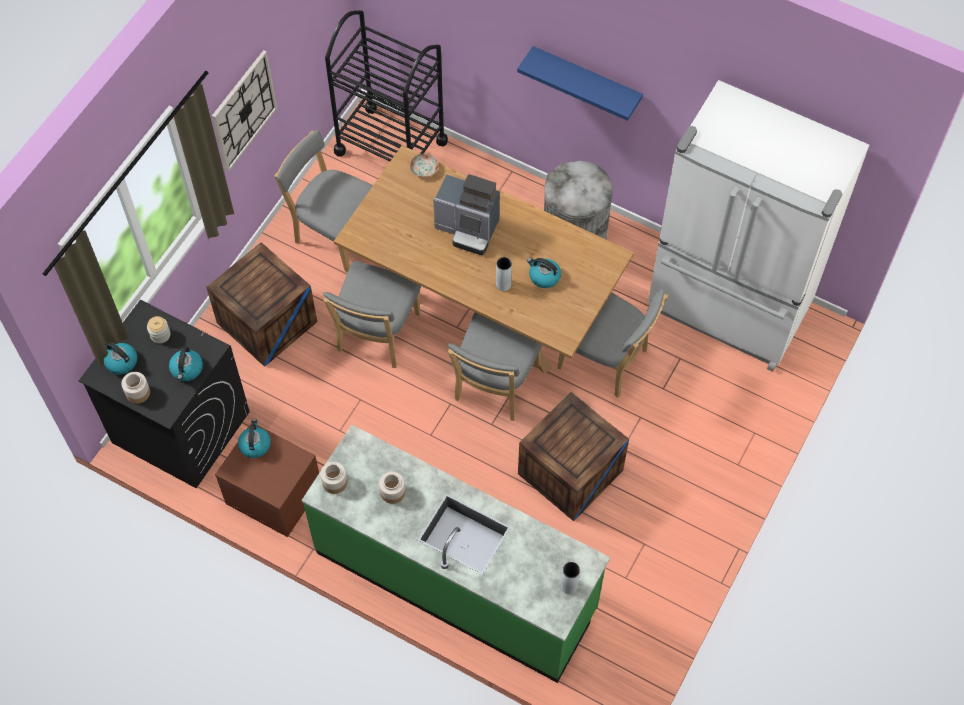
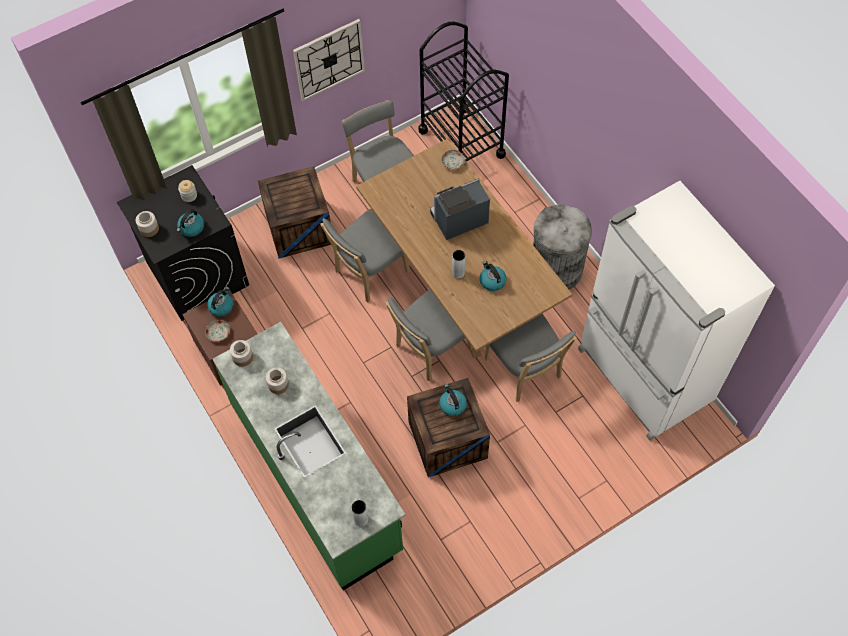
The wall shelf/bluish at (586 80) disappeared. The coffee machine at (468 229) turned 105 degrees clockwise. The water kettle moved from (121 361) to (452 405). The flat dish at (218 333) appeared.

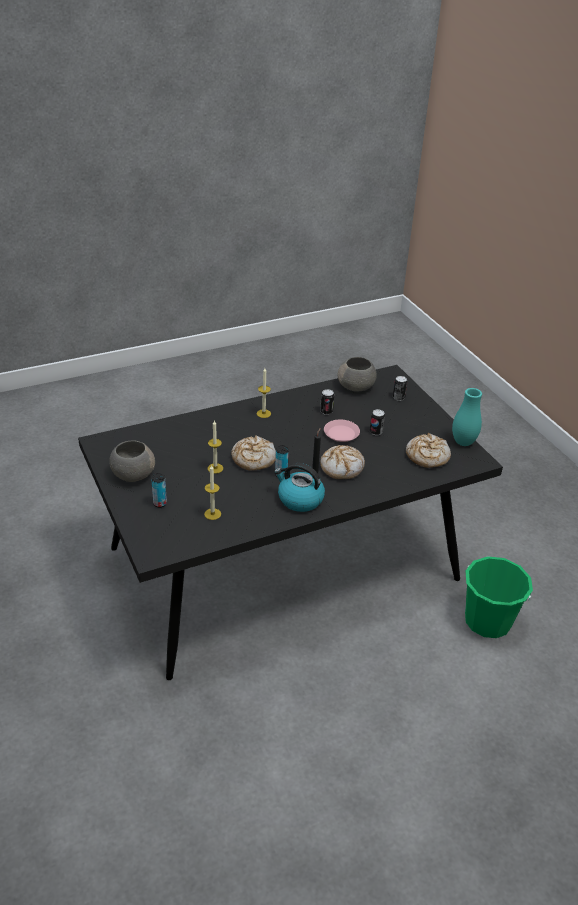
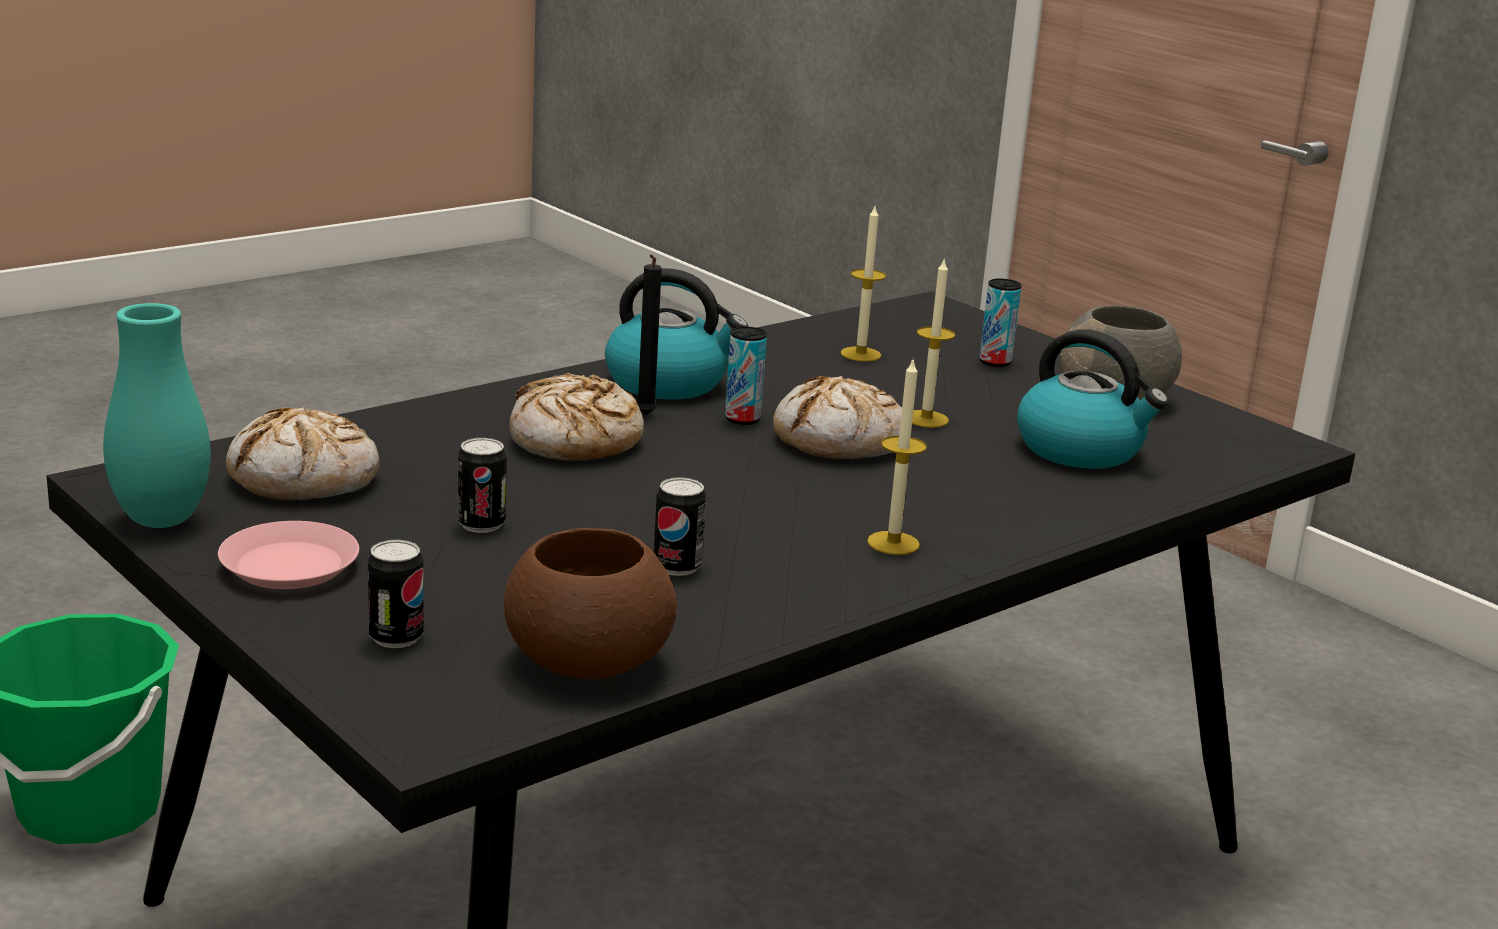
The bowl/grey at (356 387) became the bowl/brown-coloured at (585 661). The flat dish/pink moved from (341 433) to (290 566). The water kettle at (1081 450) appeared.

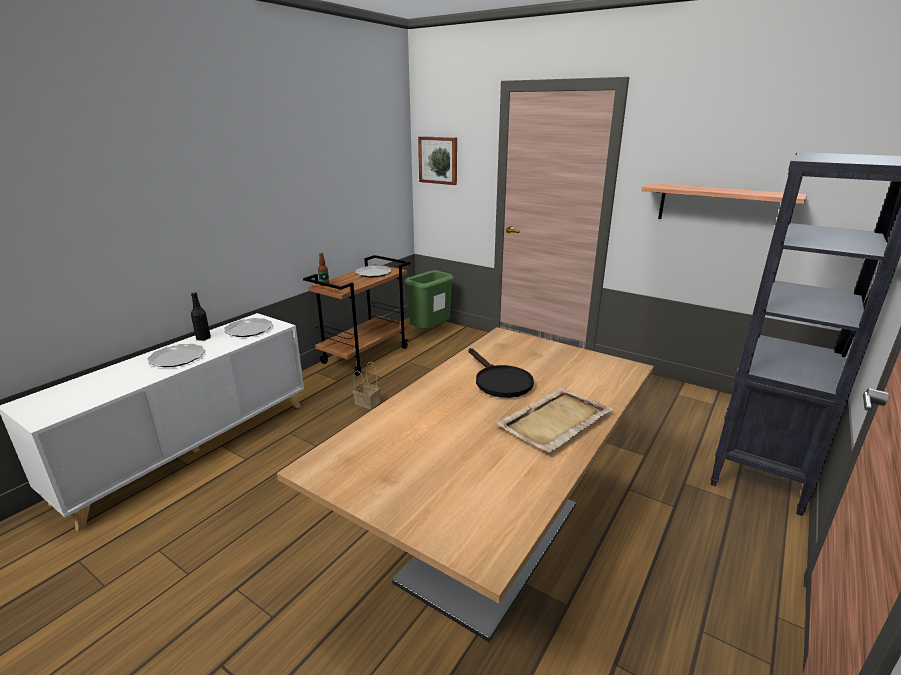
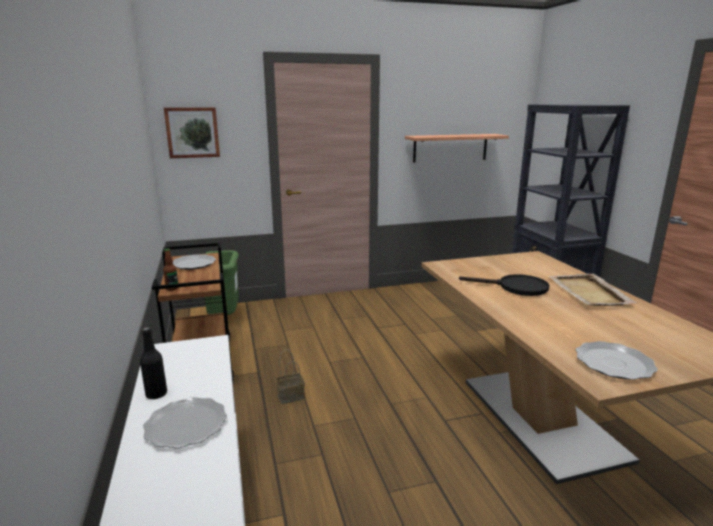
The flat dish moved from (248 329) to (613 363).

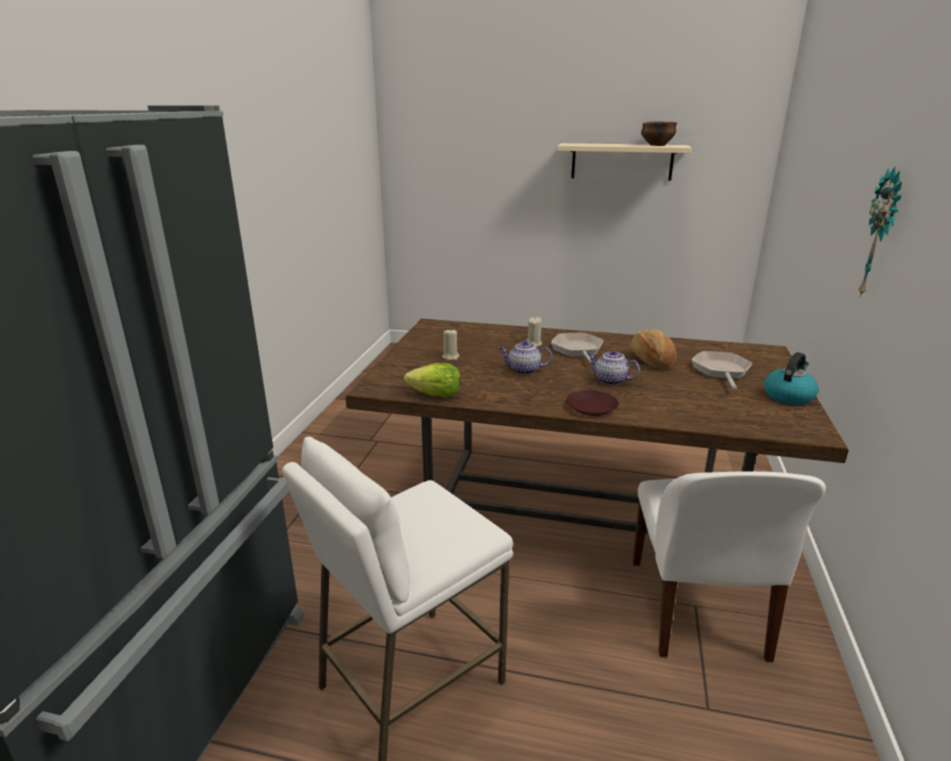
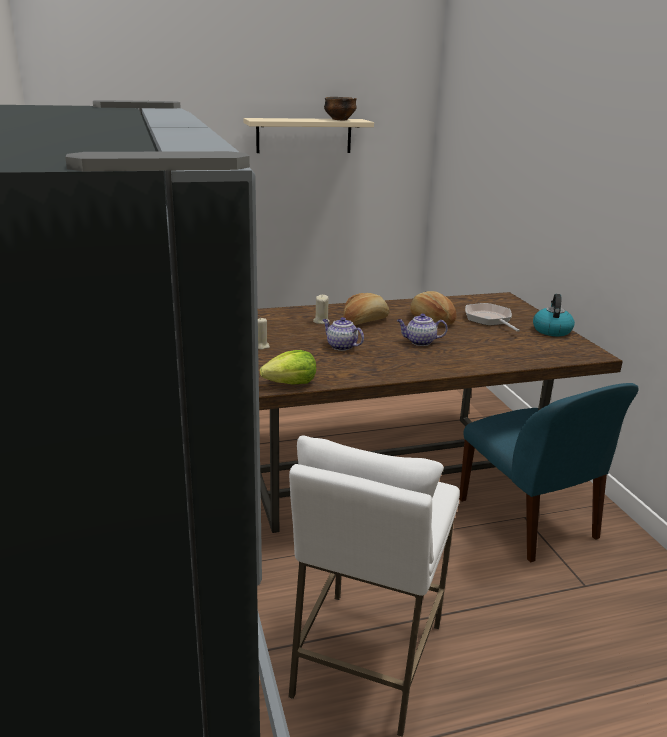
The hanging clock at (882 235) disappeared. The skillet at (577 350) was replaced by the bread at (365 321). The teapot at (523 370) turned 60 degrees clockwise. The flat dish/brown-coloured at (591 407) disappeared. The upright chair/whitish at (697 610) became the upright chair/bluish at (529 520).

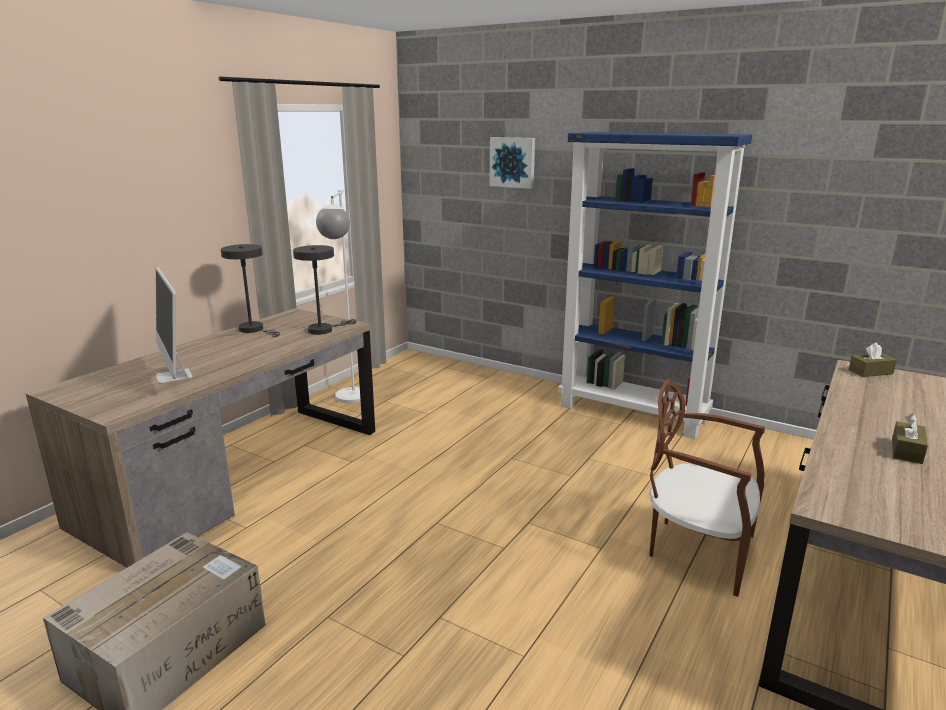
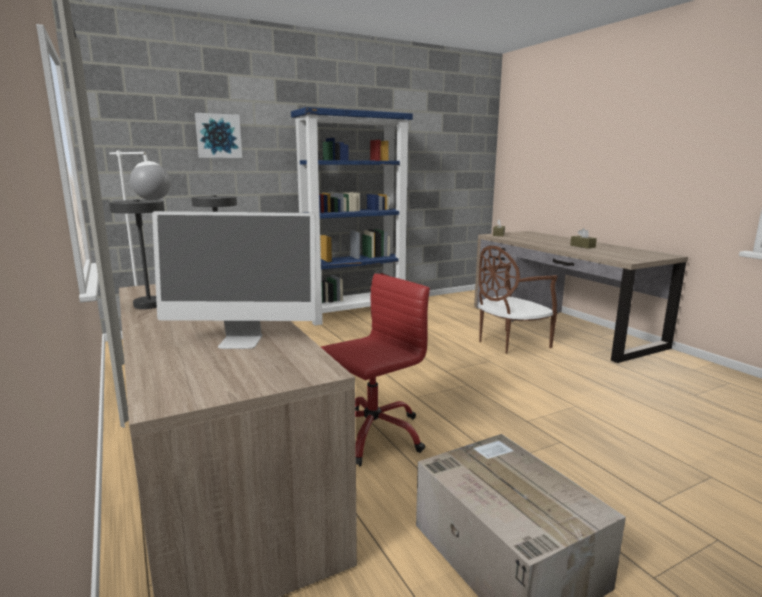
The computer chair/red-coloured at (372 434) appeared.

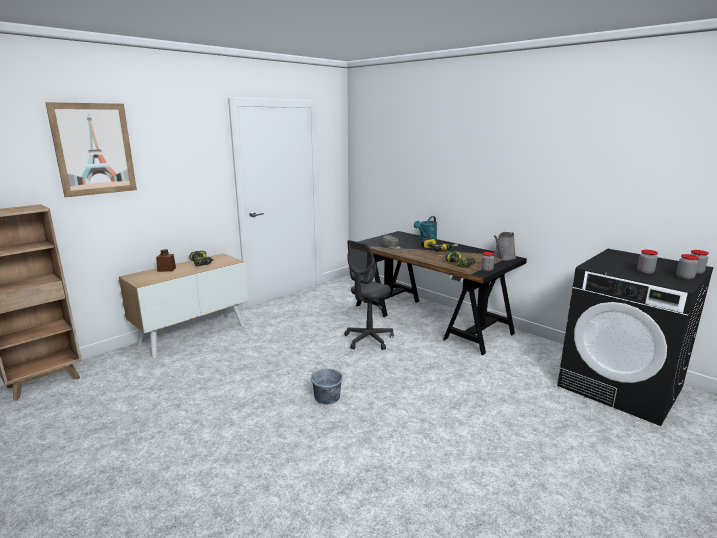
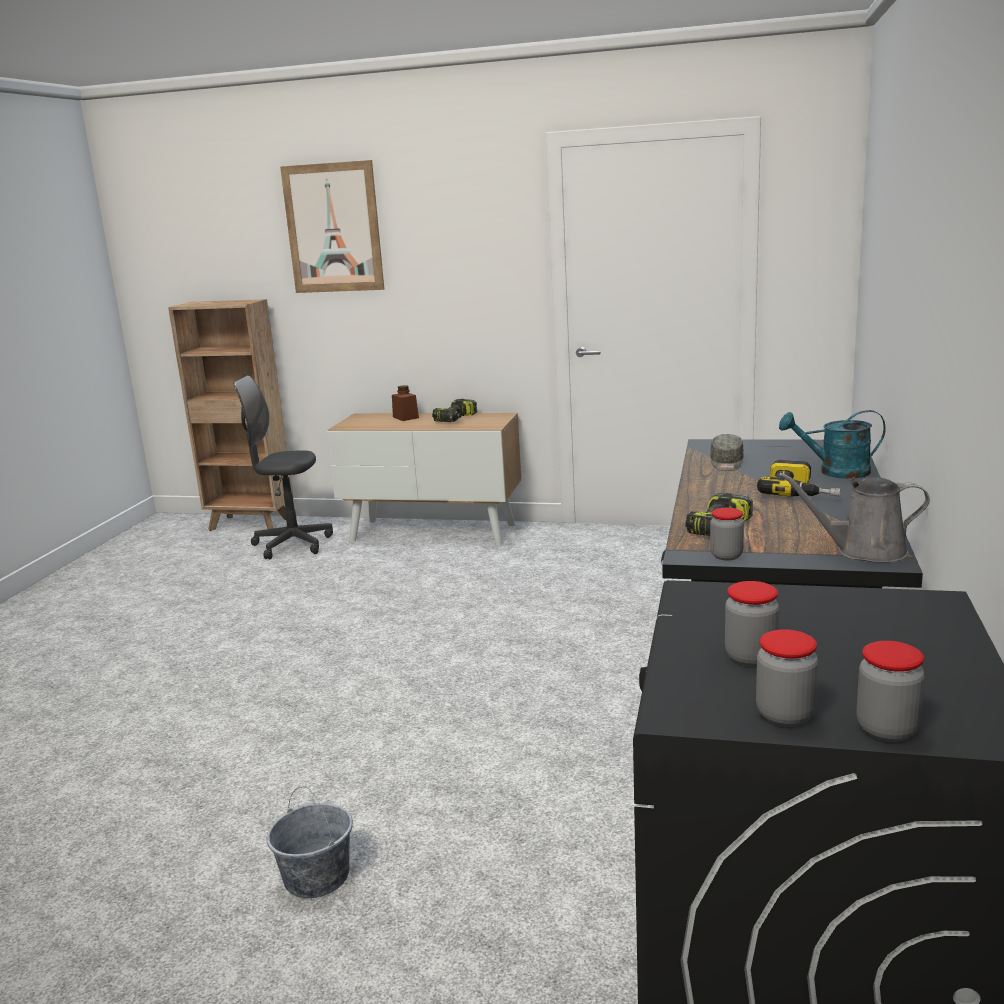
The computer chair/grey moved from (368 340) to (292 545). The pail/grey moved from (327 397) to (316 876).

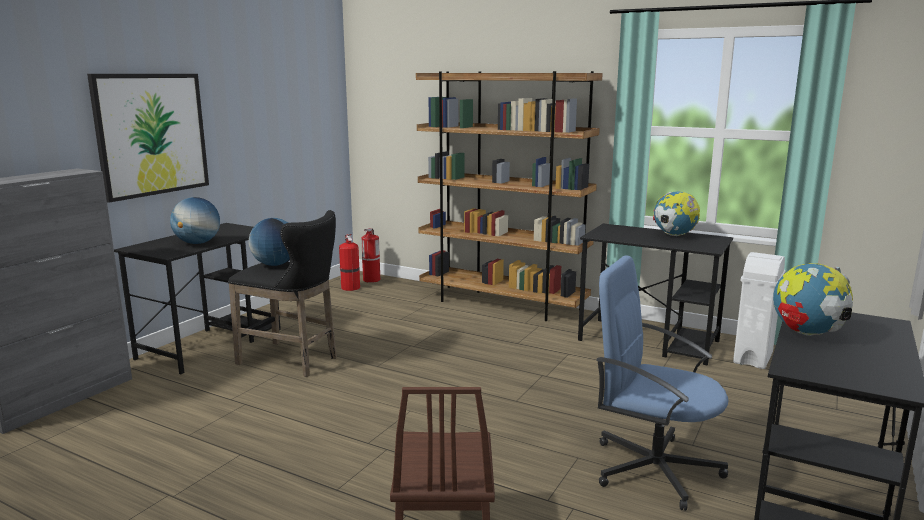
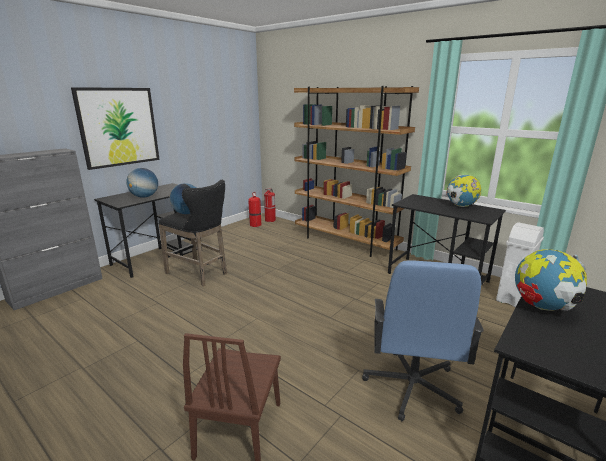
The computer chair/bluish at (653 468) turned 120 degrees counterclockwise.

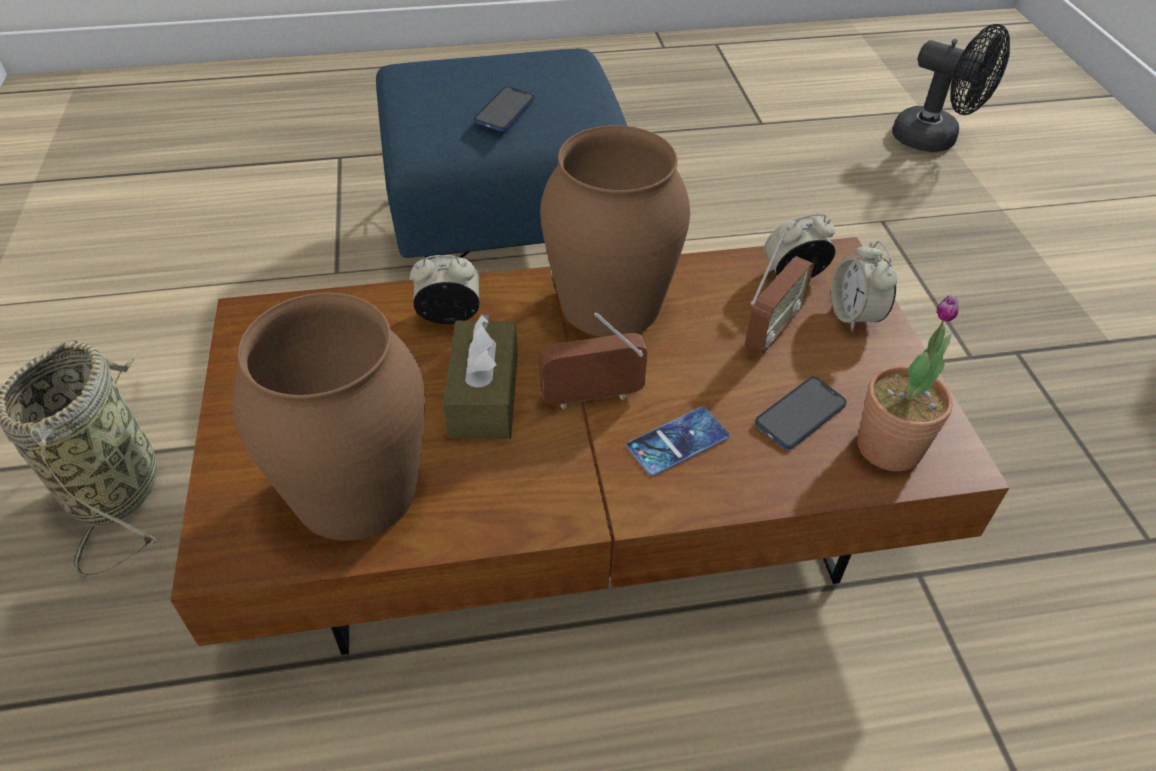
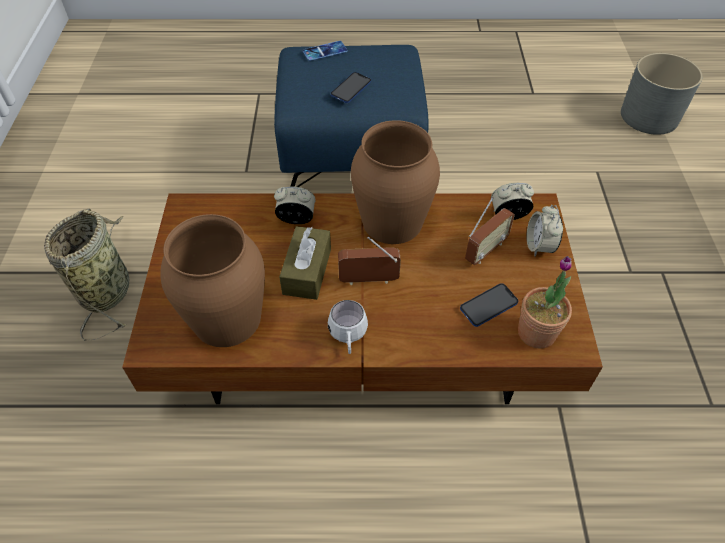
The fan/black-coloured at (935 140) was replaced by the planter/grey at (649 116). The phone moved from (678 441) to (325 51). The mug/whitish at (348 338) appeared.

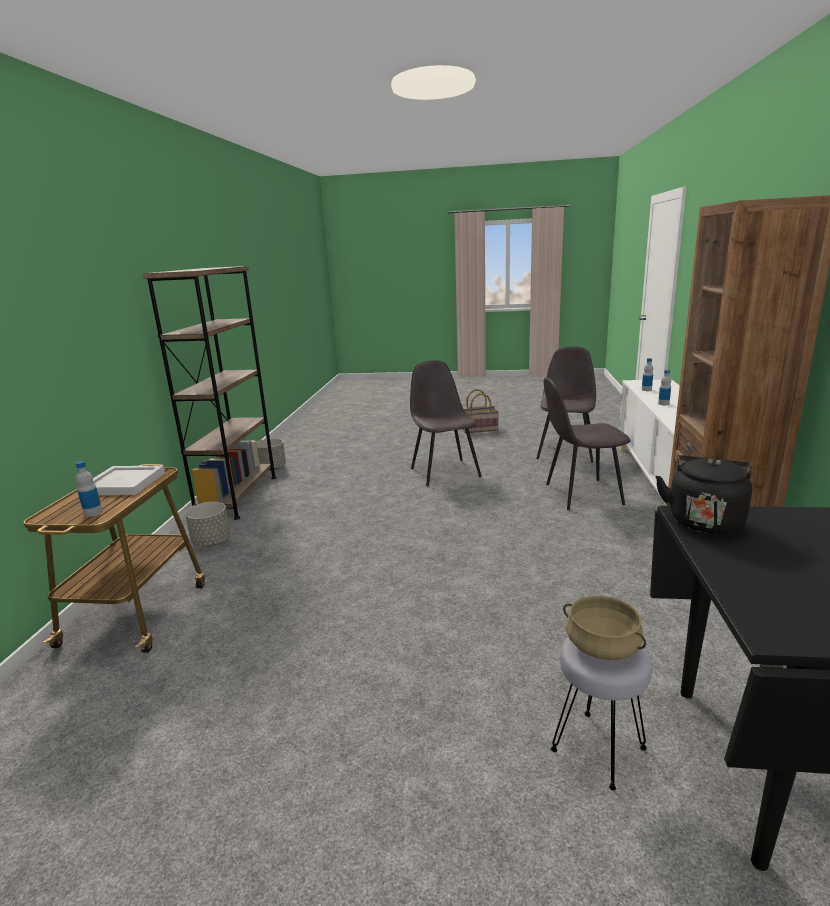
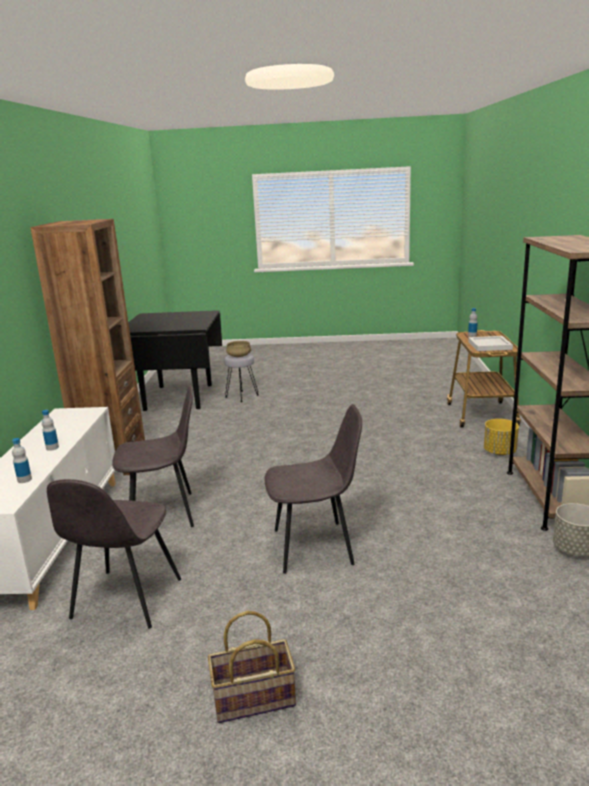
The upright chair/grey at (444 472) turned 75 degrees counterclockwise. The water kettle/black-coloured at (704 520) disappeared. The planter/grey at (211 542) became the planter/yellow-coloured at (500 452).

